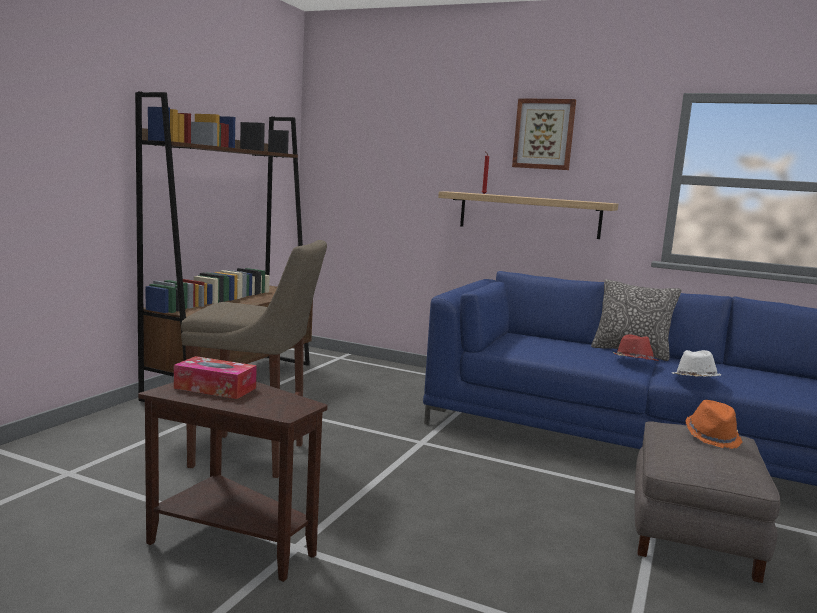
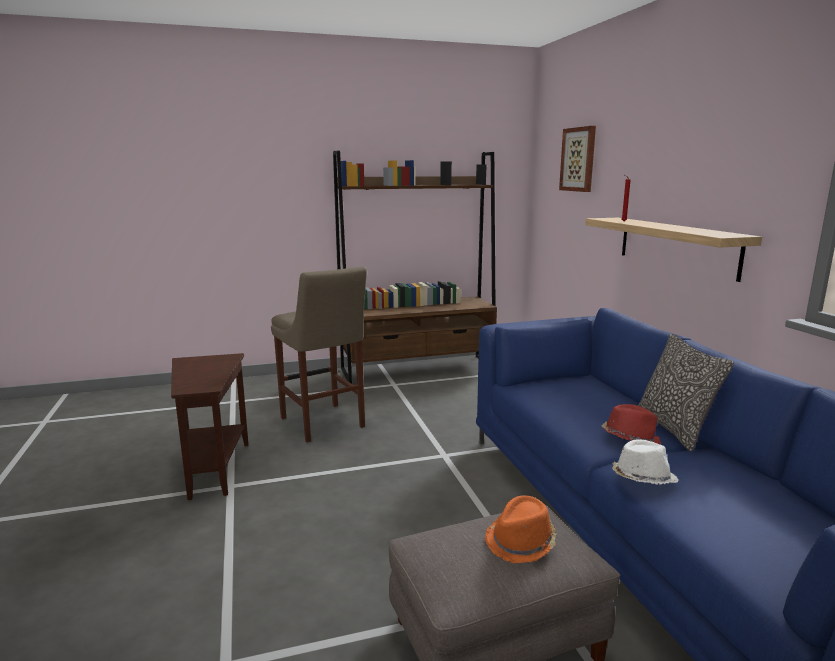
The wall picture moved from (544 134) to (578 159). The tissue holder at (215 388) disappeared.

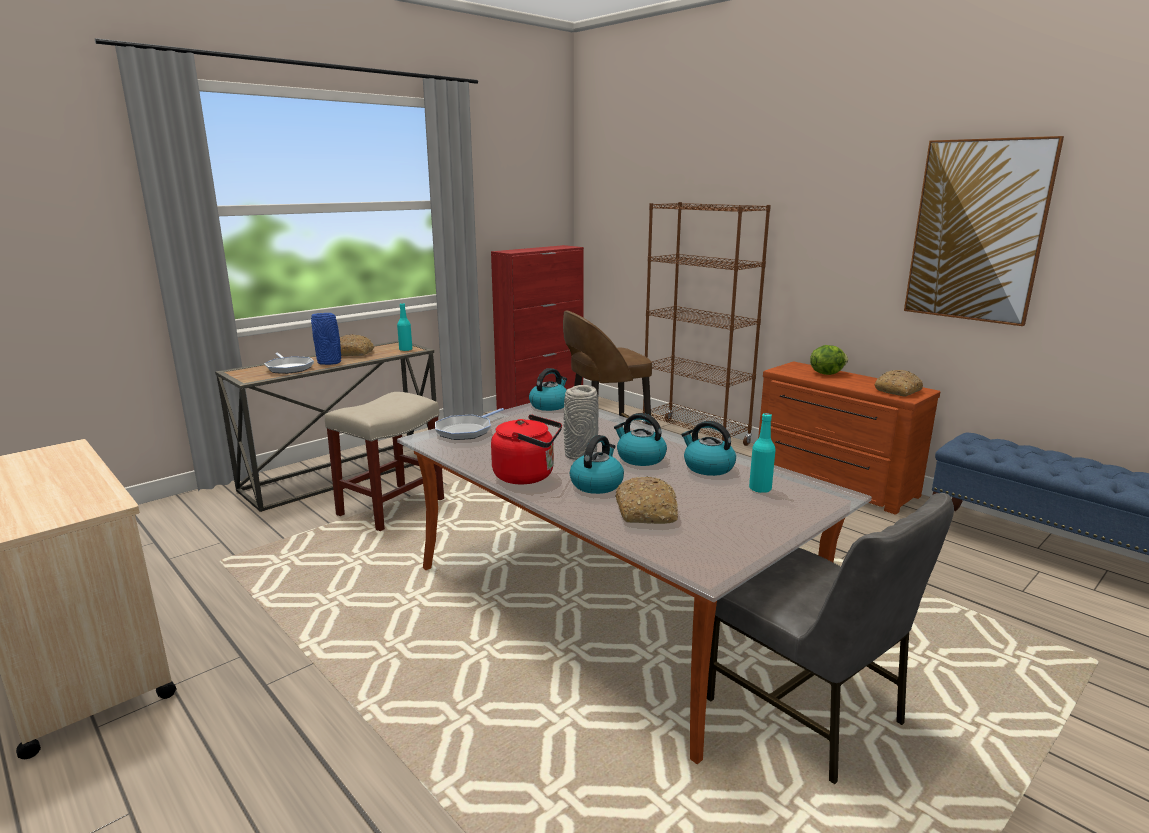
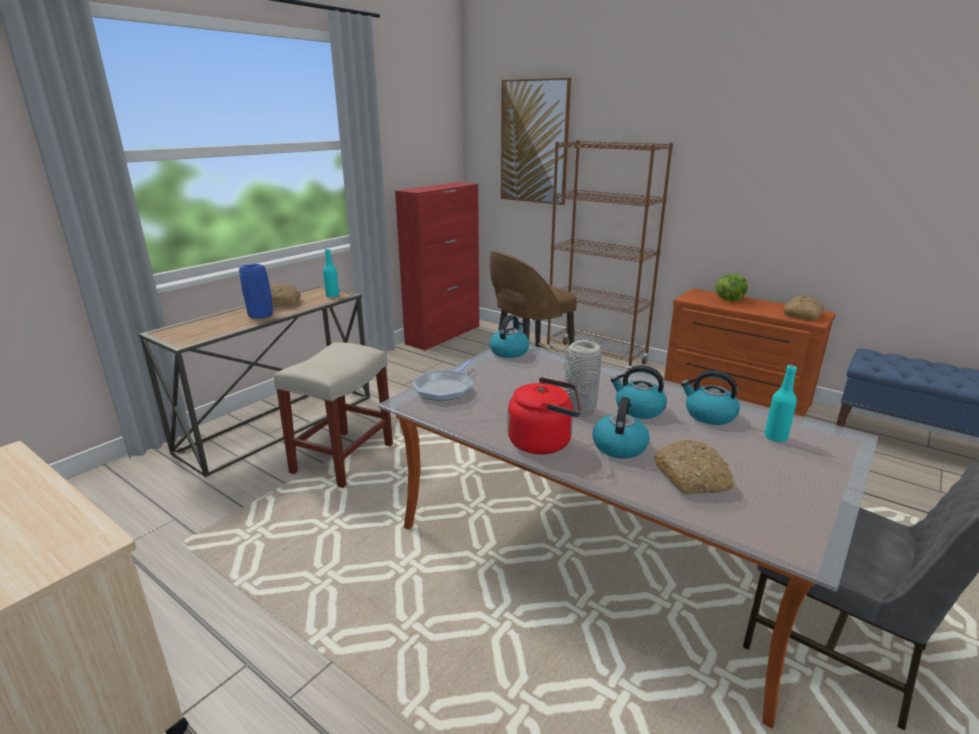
The wall picture moved from (977 231) to (534 142). The skillet at (289 368) disappeared.

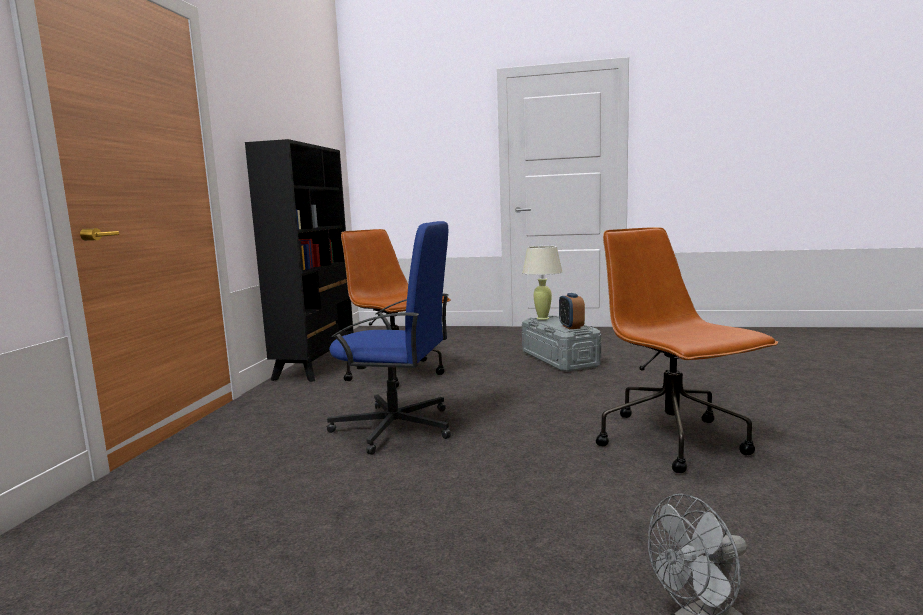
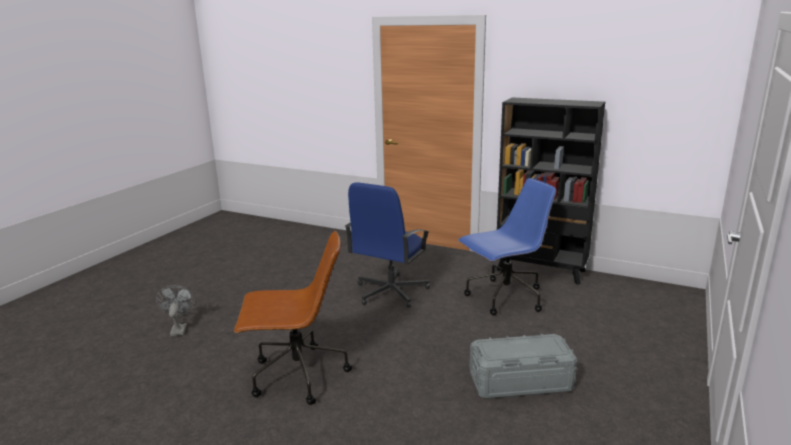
The computer chair/brown-coloured at (396 373) became the computer chair/bluish at (504 298). The table lamp/beige-coloured at (542 318) disappeared. The alarm clock at (571 327) disappeared.

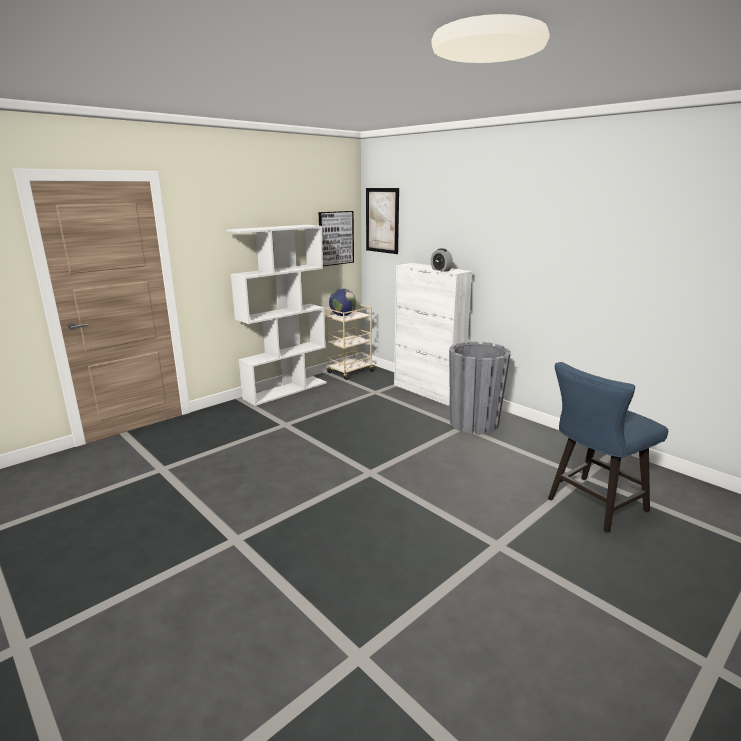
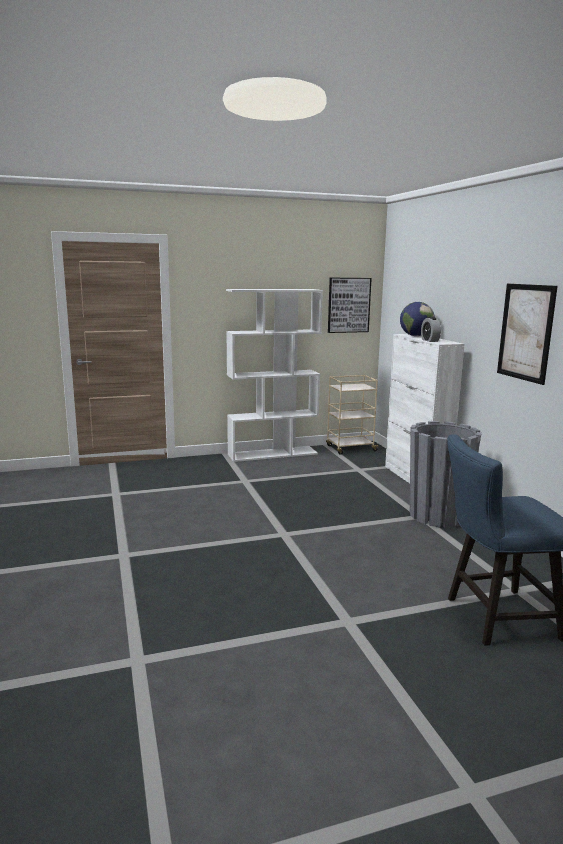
The wall picture moved from (382 220) to (525 332). The world globe moved from (342 315) to (415 336).

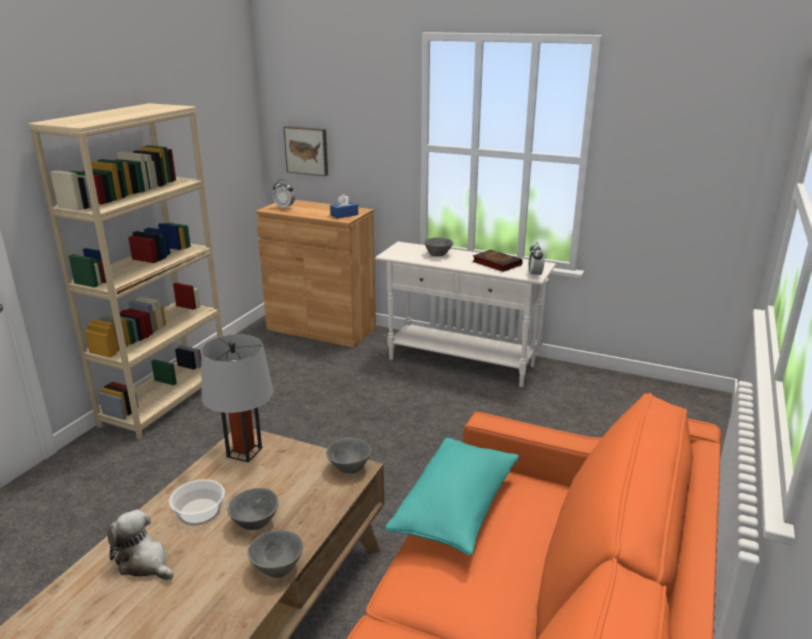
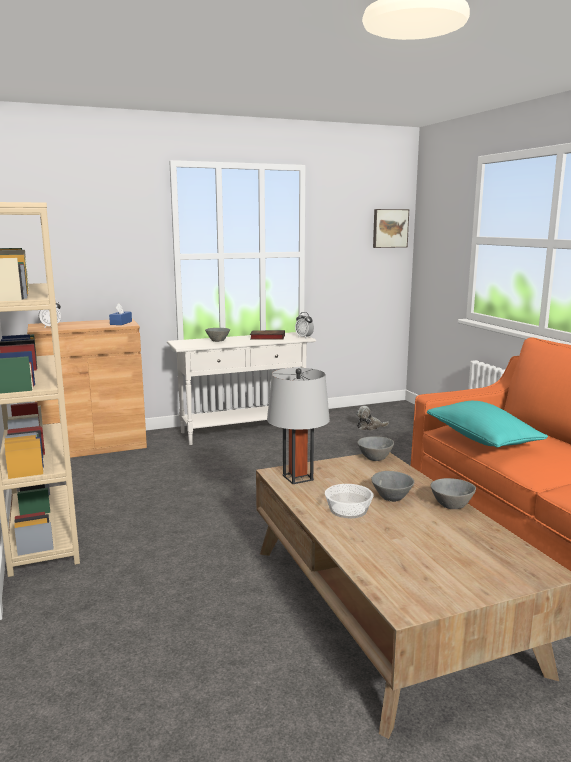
The wall picture moved from (307 150) to (390 228). The soft toy moved from (144 562) to (369 427).

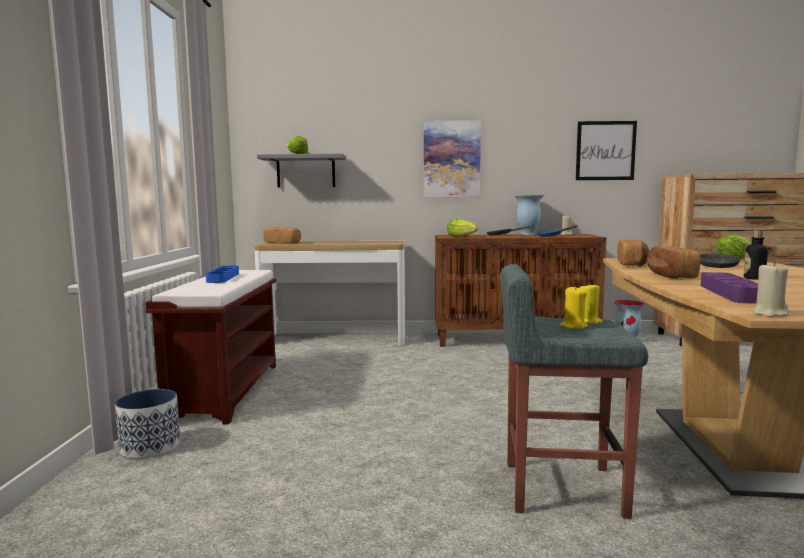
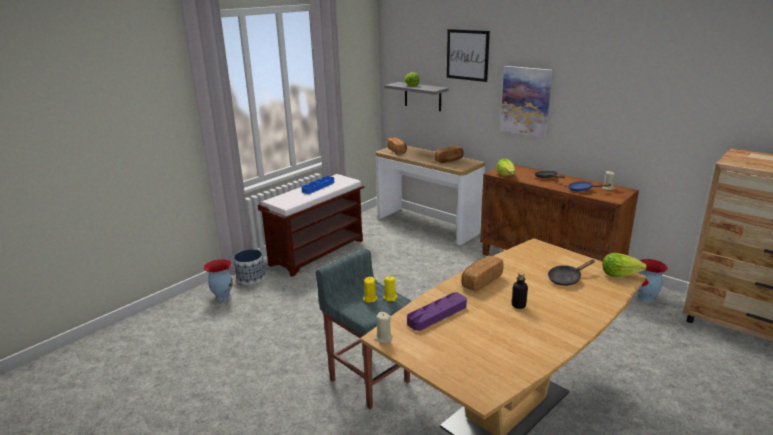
The wall picture moved from (605 151) to (467 55). The vase moved from (527 234) to (222 296). The bread moved from (632 264) to (449 160).

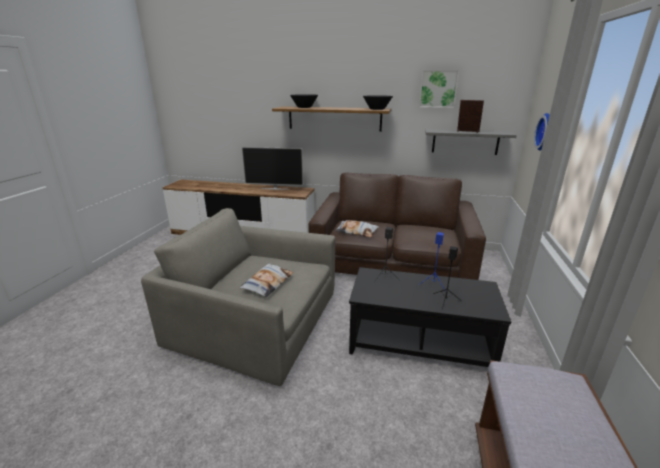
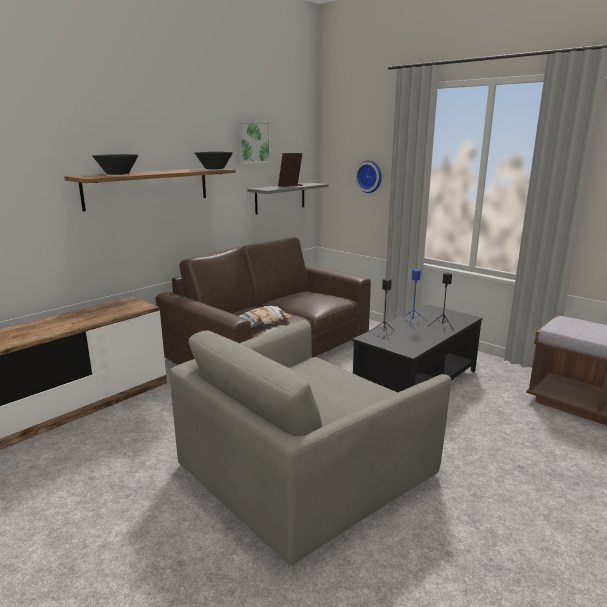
The TV at (275 188) disappeared. The pillow at (267 283) disappeared.

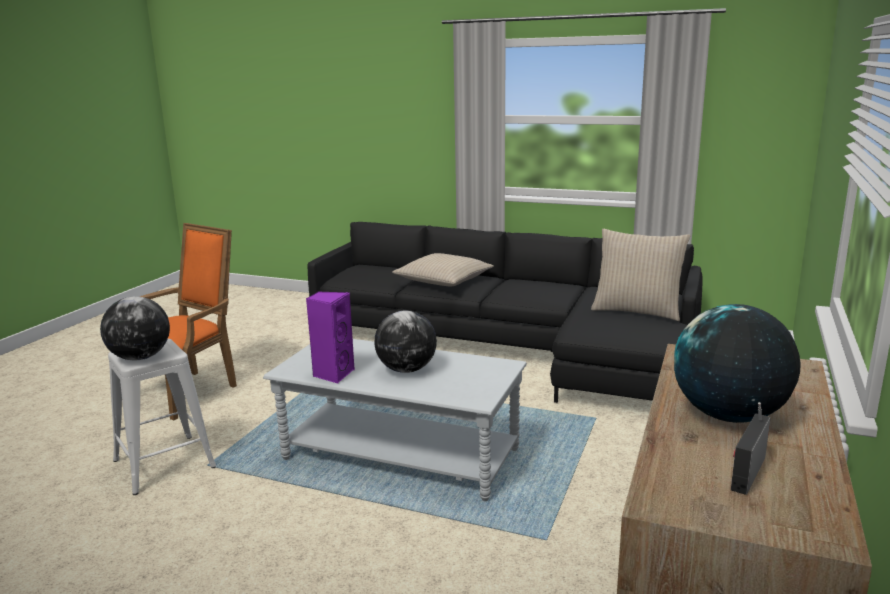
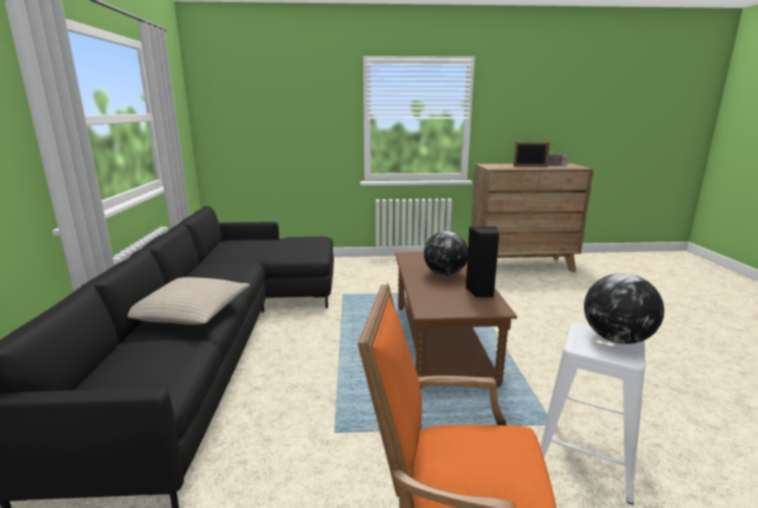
The pillow/beige-coloured at (637 311) disappeared. The loudspeaker/purplish at (333 374) became the loudspeaker/black-coloured at (480 292). The world globe at (729 416) was replaced by the picture frame at (530 166). The coffee table/grey at (401 455) became the coffee table/brown-coloured at (441 341).

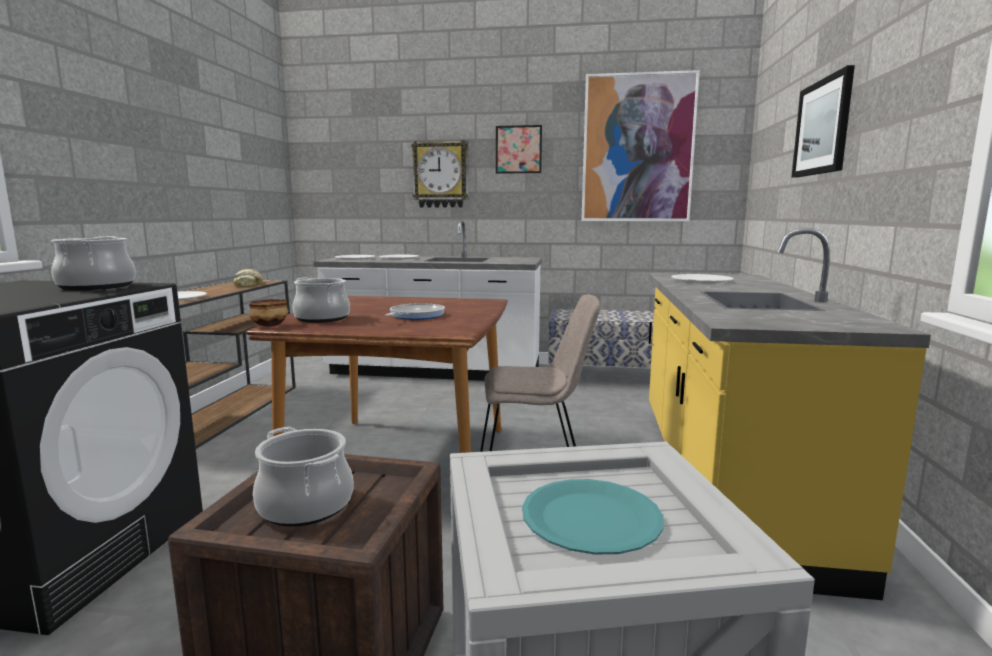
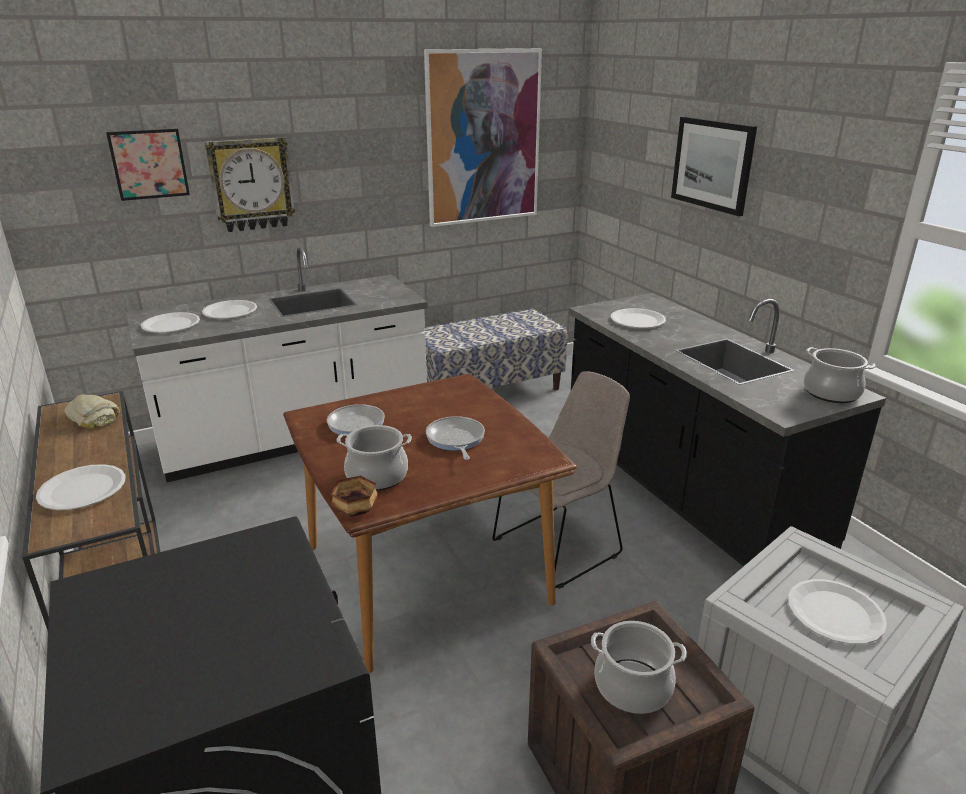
The wall picture moved from (518 149) to (149 164). The counter/yellow-coloured at (725 480) became the counter/black-coloured at (683 491). The stockpot moved from (97 286) to (831 393). The flat dish/turquoise at (591 518) became the flat dish/whitish at (835 613). The skillet at (358 426) appeared.

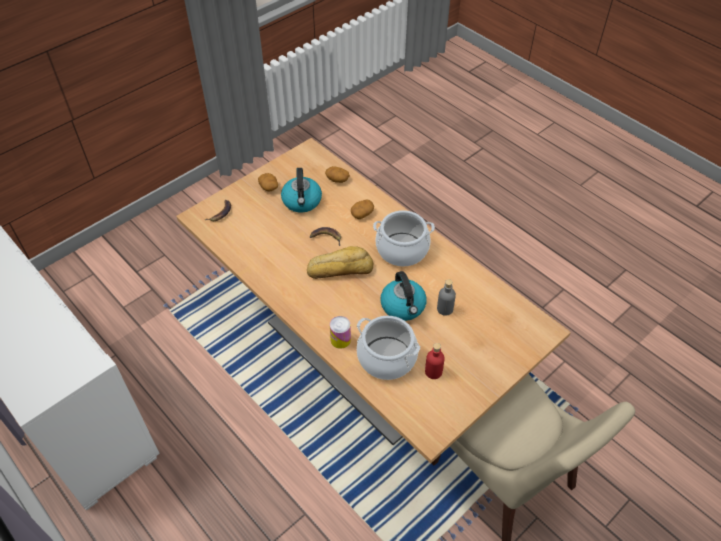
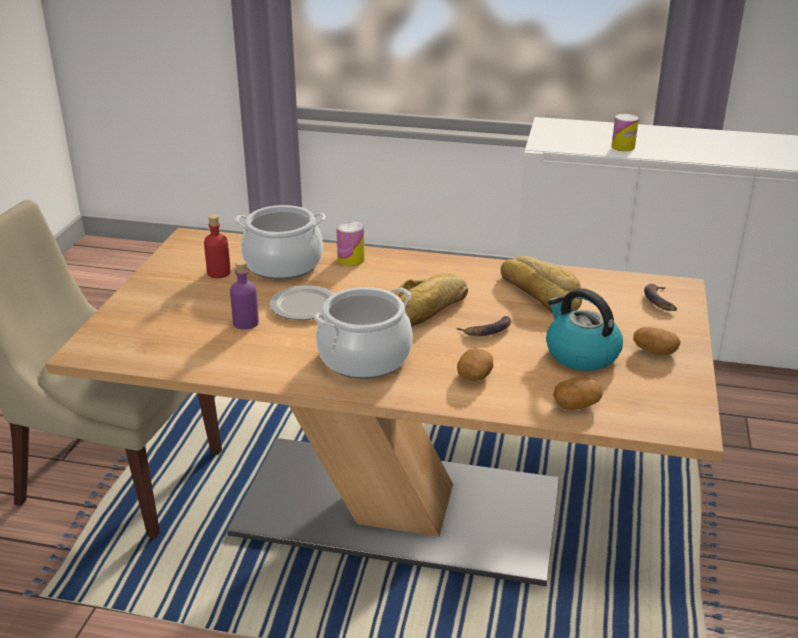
The water kettle at (403 306) was replaced by the flat dish at (304 306). The beverage bottle/grey at (445 309) became the beverage bottle/purplish at (246 323). The metal can at (623 147) appeared. The bread at (540 292) appeared.

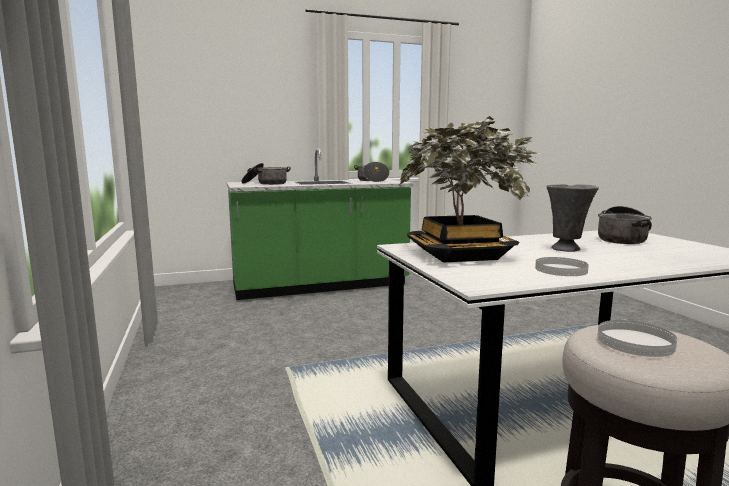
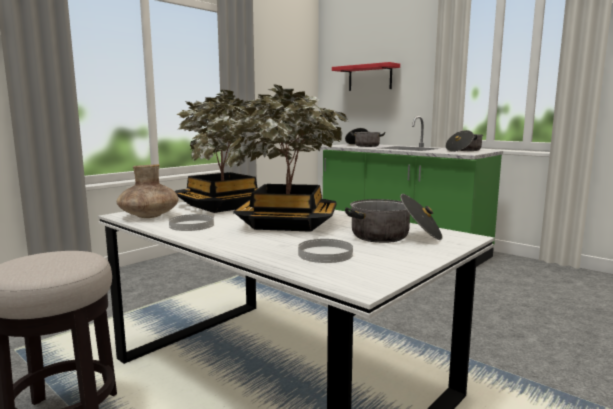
The vase/grey at (567 249) was replaced by the potted plant at (288 223). The flat dish/whitish moved from (635 342) to (325 254). The wall shelf/red-coloured at (370 78) appeared. The vase/brown-coloured at (149 216) appeared.

